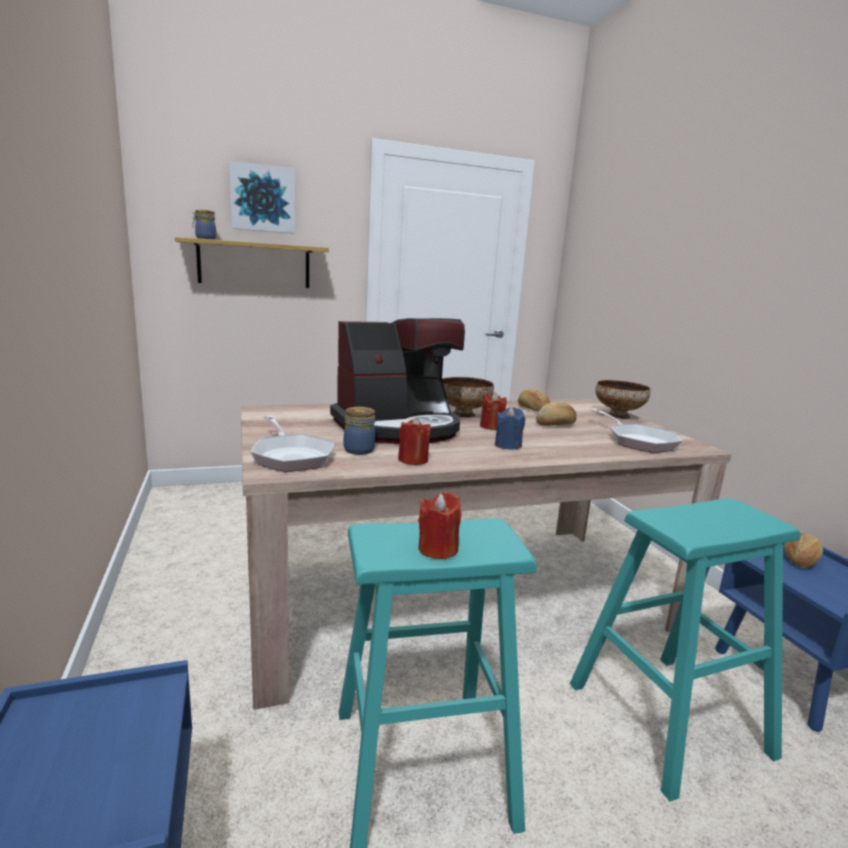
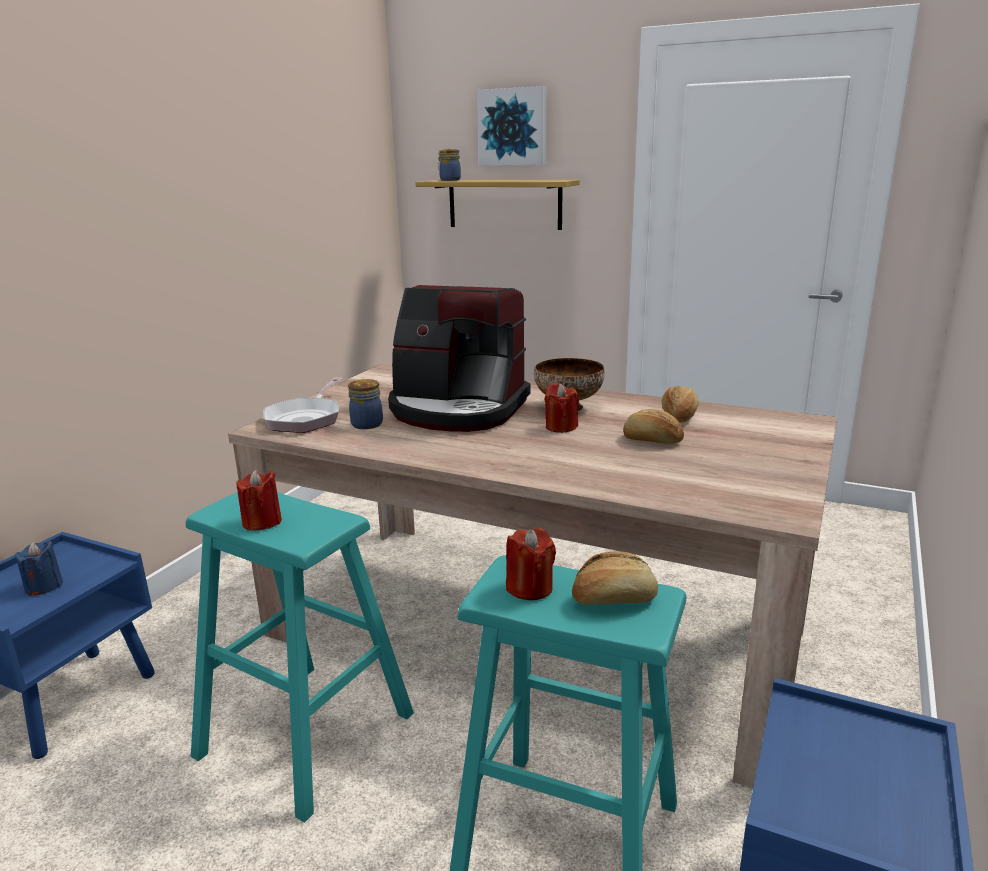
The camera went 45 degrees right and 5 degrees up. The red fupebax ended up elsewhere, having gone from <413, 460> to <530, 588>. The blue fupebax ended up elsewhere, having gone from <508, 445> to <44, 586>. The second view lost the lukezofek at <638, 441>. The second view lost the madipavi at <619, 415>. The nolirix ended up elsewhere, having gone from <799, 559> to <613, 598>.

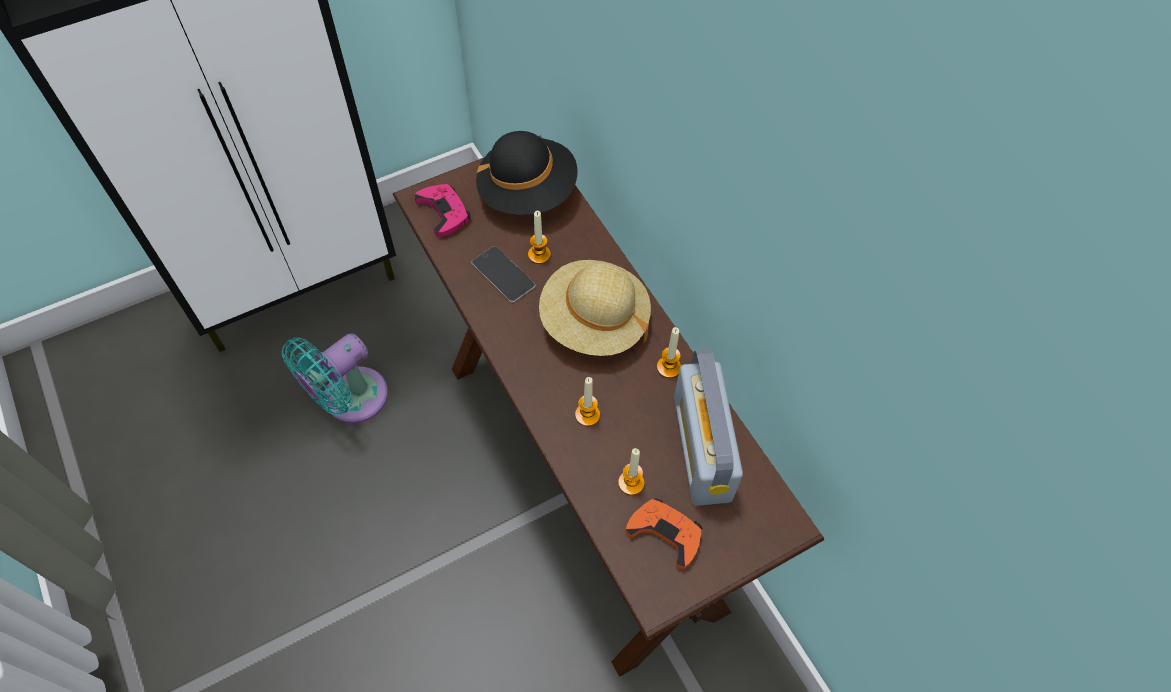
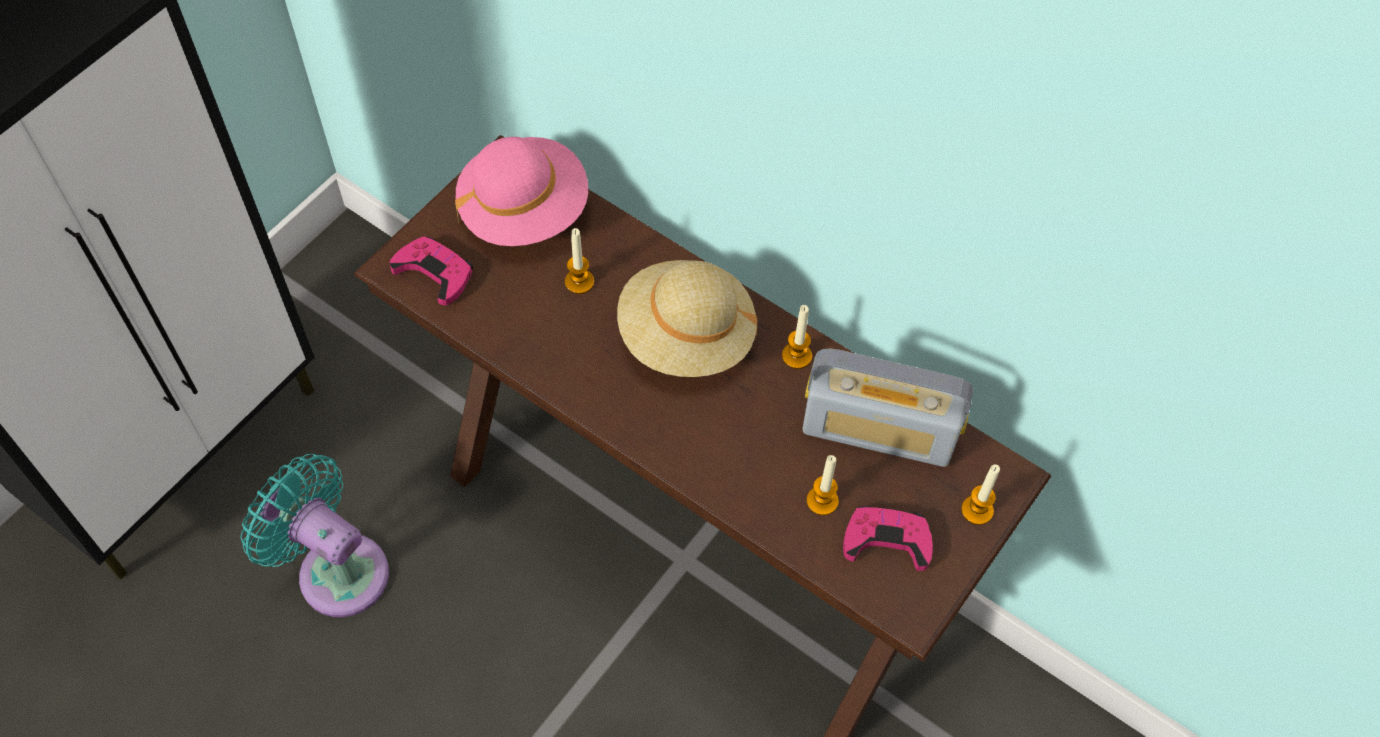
The camera went 25 degrees left and 0 degrees up. The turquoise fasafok at <350, 400> ended up facing another way, 105 degrees clockwise from before. The second view lost the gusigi at <503, 274>. What was the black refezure at <527, 192> turned into the pink refezure at <524, 211>. The fupebax ended up elsewhere, having gone from <587, 415> to <977, 510>. What was the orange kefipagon at <665, 533> turned into the pink kefipagon at <887, 540>. The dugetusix at <702, 448> ended up facing another way, 45 degrees counterclockwise from before.

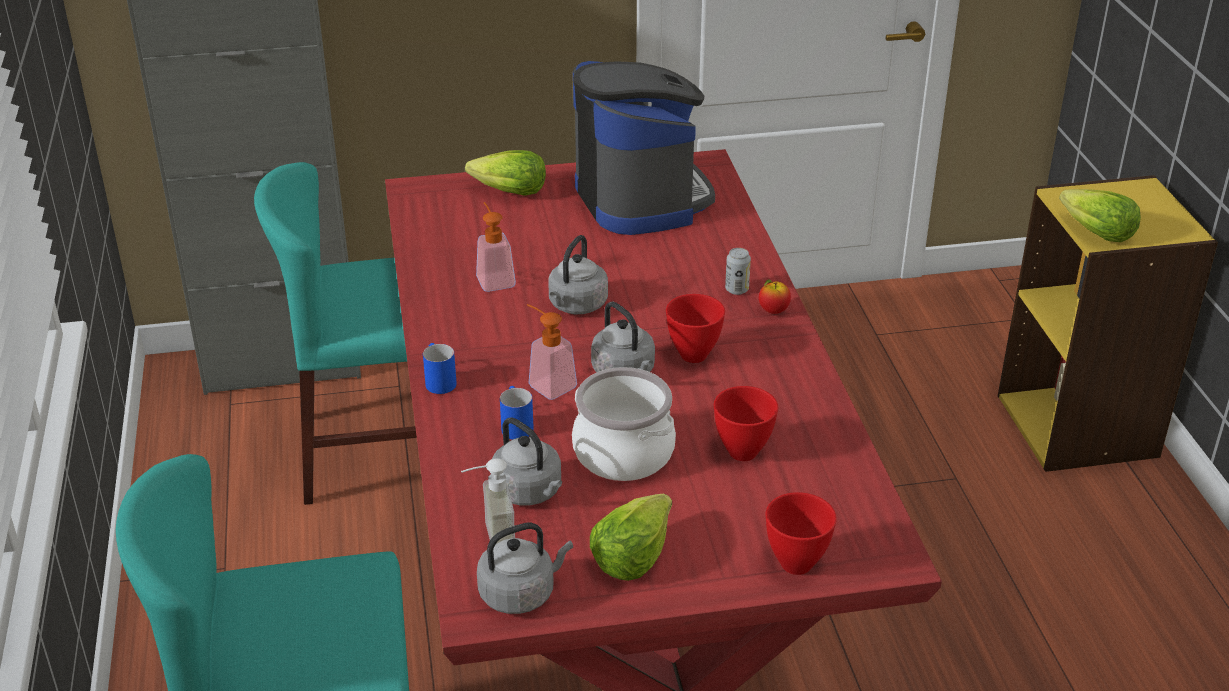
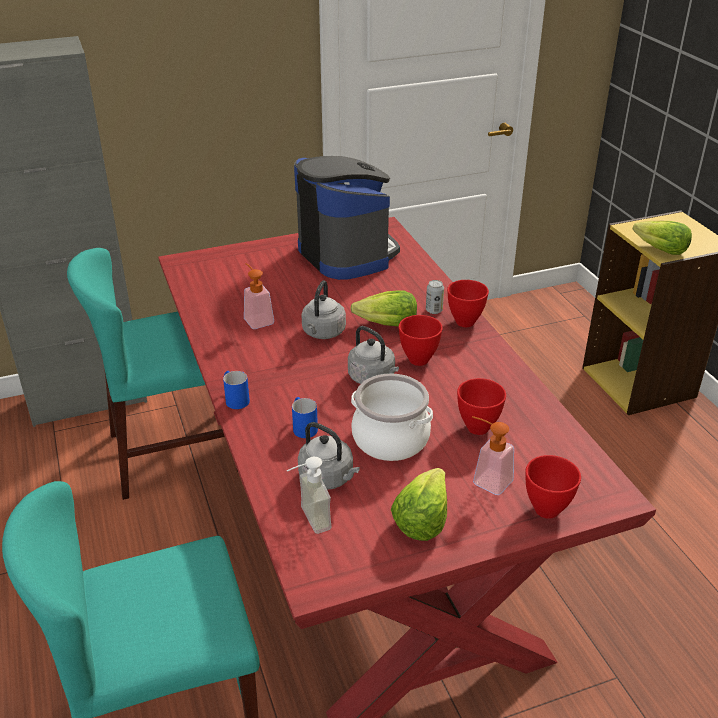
The camera went 10 degrees left and 0 degrees up. The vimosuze ended up elsewhere, having gone from <509, 192> to <387, 324>. The second view lost the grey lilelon at <521, 593>. The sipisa ended up elsewhere, having gone from <547, 383> to <486, 479>. Where the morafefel stood at <773, 311>, the red madipavi came to stand at <464, 323>.

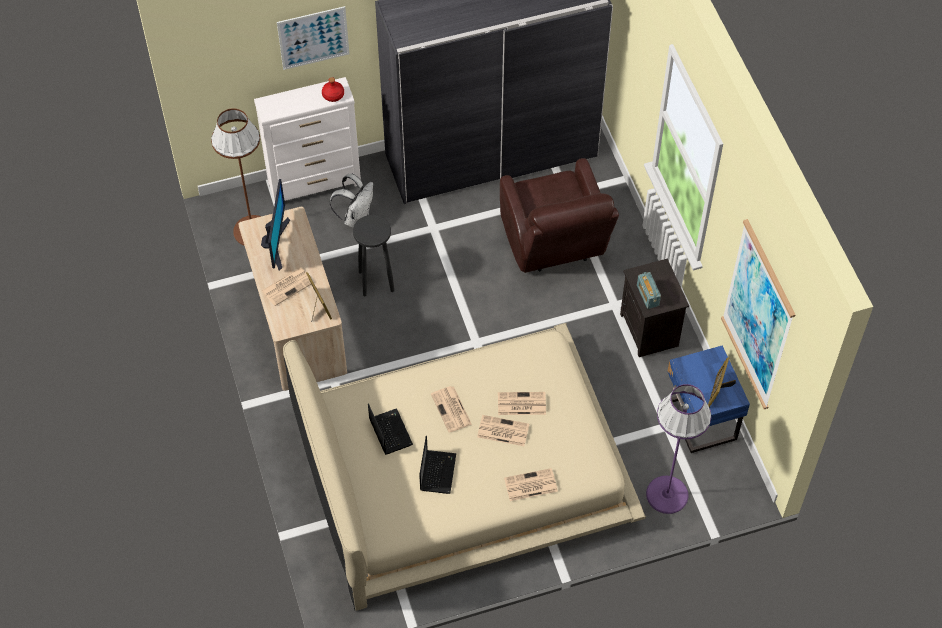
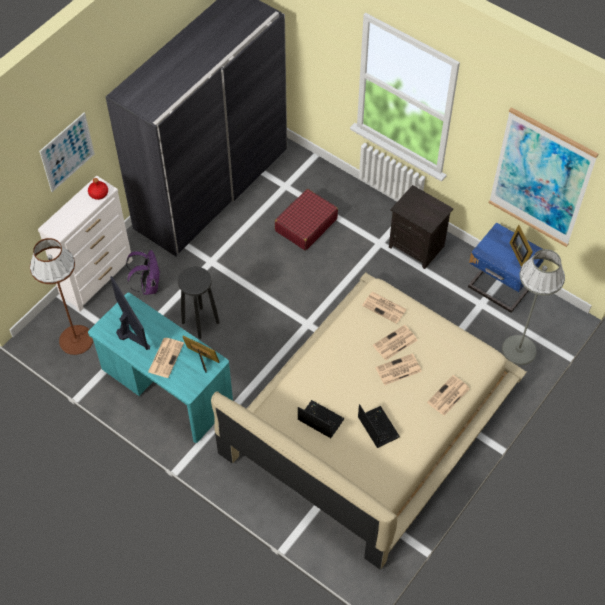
The camera went 35 degrees left and 0 degrees up. What was the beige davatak at <296, 323> turned into the turquoise davatak at <166, 388>. What was the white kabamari at <356, 217> turned into the purple kabamari at <148, 285>. The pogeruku ended up elsewhere, having gone from <451, 410> to <385, 307>. Where the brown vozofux stood at <554, 244>, the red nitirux came to stand at <306, 225>. The second view lost the dugetusix at <647, 295>. What was the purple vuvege at <667, 494> turned into the grey vuvege at <519, 350>.

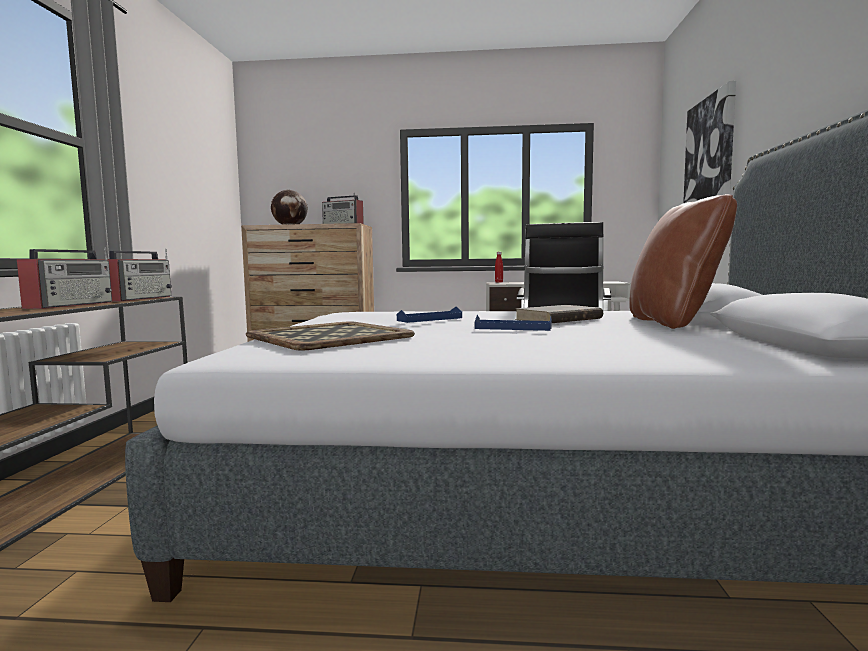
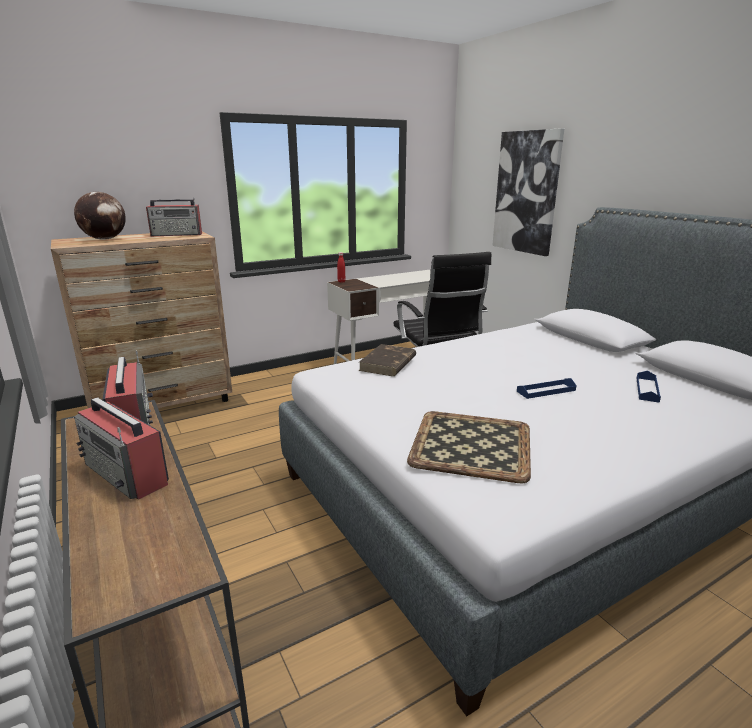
The camera went 35 degrees left and 15 degrees up. The dugetusix at <71, 305> ended up facing another way, 150 degrees clockwise from before. The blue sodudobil ended up elsewhere, having gone from <430, 319> to <647, 389>. The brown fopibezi ended up elsewhere, having gone from <558, 319> to <388, 364>. The second view lost the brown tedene at <673, 323>.

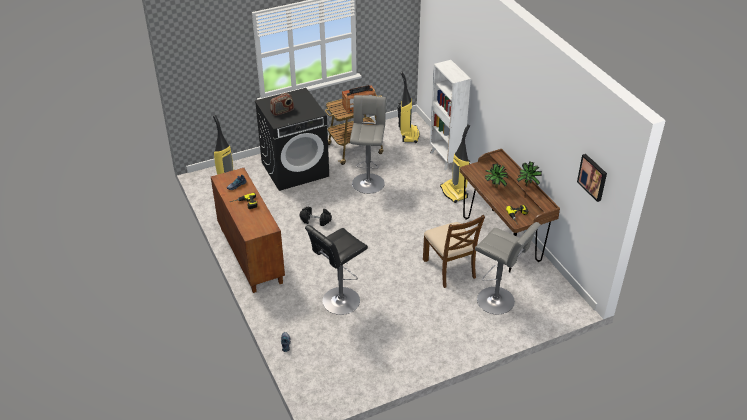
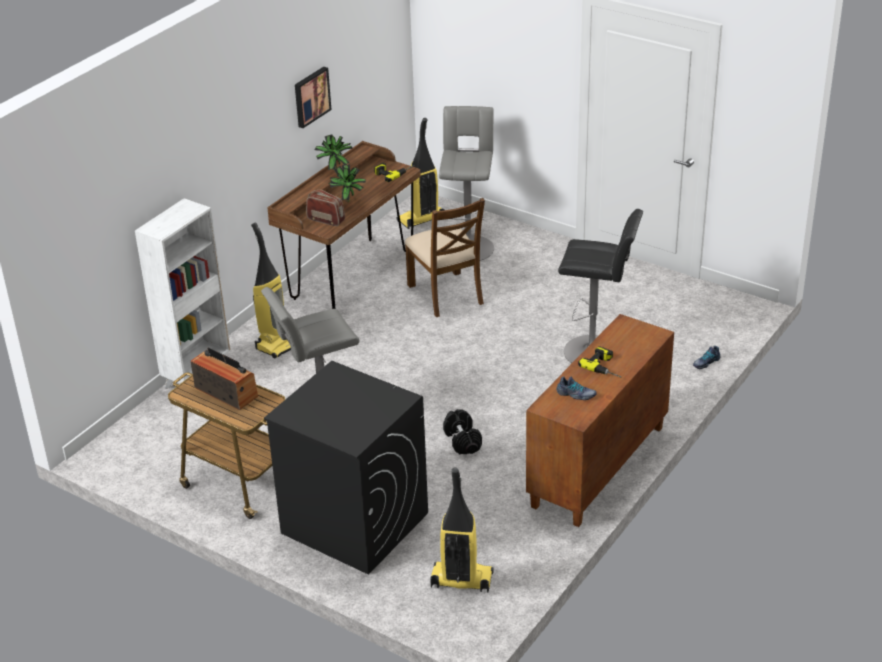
The camera went 120 degrees left and 5 degrees down. The dugetusix ended up elsewhere, having gone from <282, 111> to <326, 220>. The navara ended up elsewhere, having gone from <409, 135> to <421, 220>. The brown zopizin at <450, 268> ended up facing another way, 120 degrees clockwise from before. The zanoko ended up elsewhere, having gone from <593, 177> to <311, 96>.

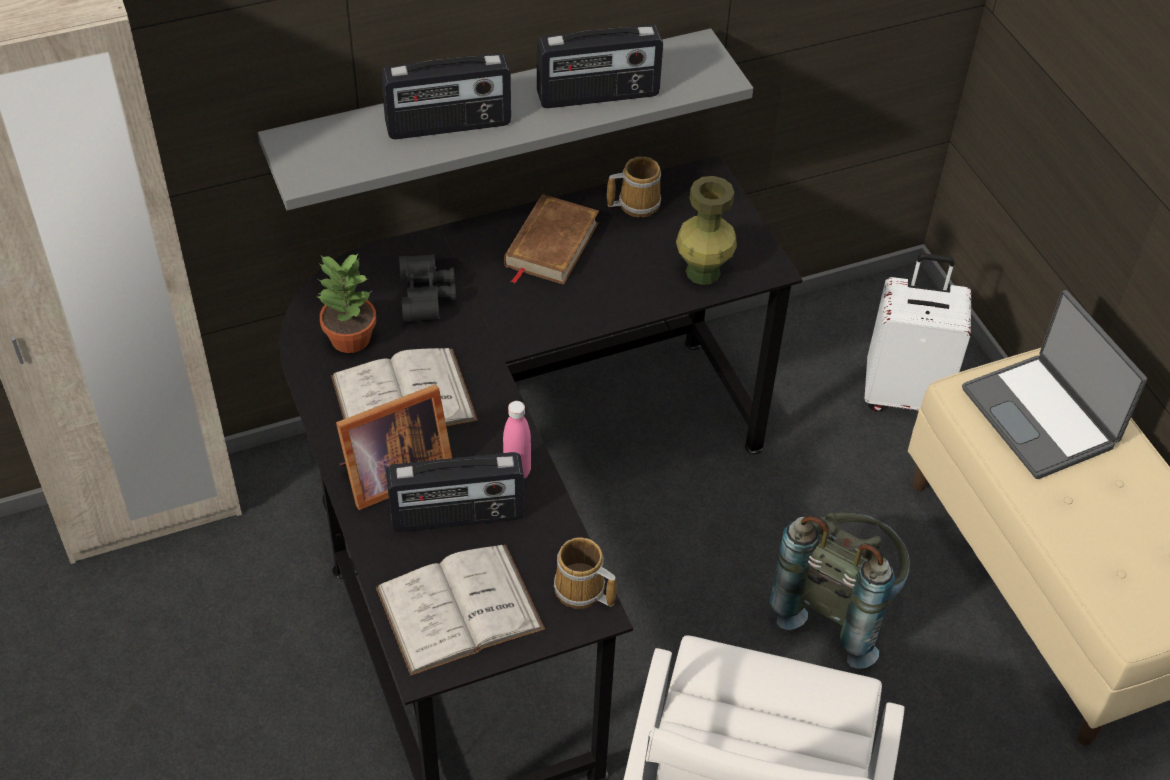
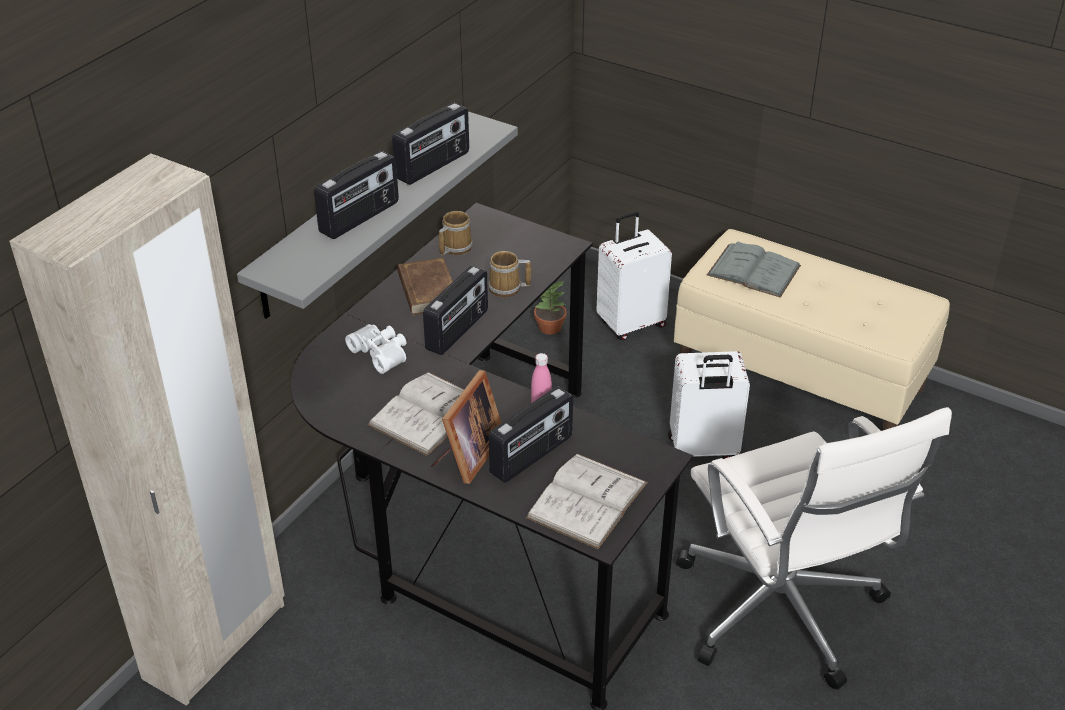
The camera went 35 degrees left and 10 degrees down. The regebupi ended up elsewhere, having gone from <349, 338> to <549, 327>. What was the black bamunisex at <428, 296> turned into the white bamunisex at <381, 353>. The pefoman ended up elsewhere, having gone from <581, 591> to <507, 288>. The second view lost the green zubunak at <703, 272>. Where the grey kabamari stood at <837, 607>, the white nitirux came to stand at <702, 450>. Where the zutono stood at <1041, 417>, the grey fopibezi came to stand at <753, 270>. The second view gained the dugetusix at <458, 330>.

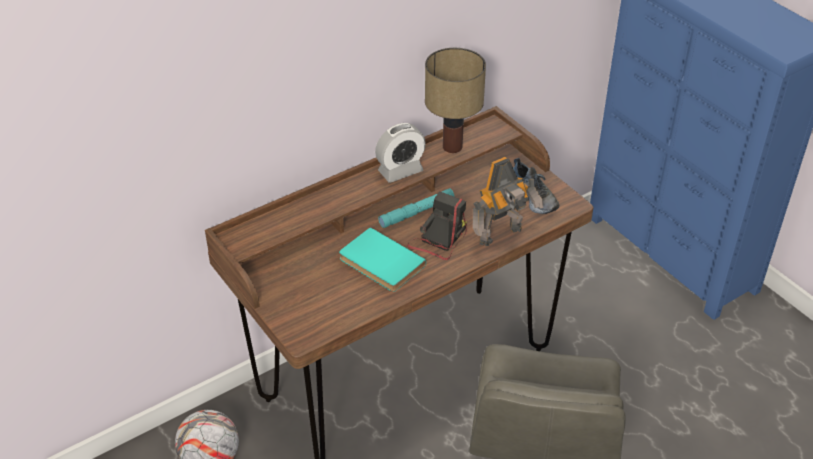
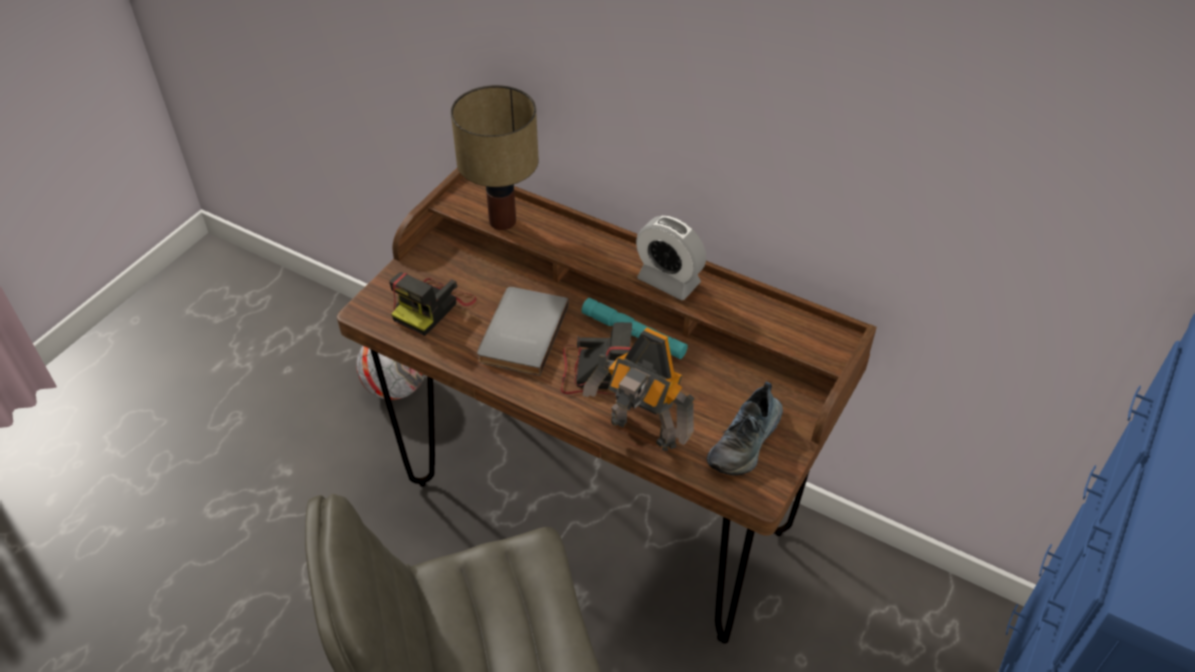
The camera went 65 degrees right and 5 degrees up. What was the turquoise fopibezi at <380, 263> turned into the grey fopibezi at <520, 333>. The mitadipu ended up elsewhere, having gone from <453, 146> to <504, 221>. The second view gained the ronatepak at <433, 307>.

